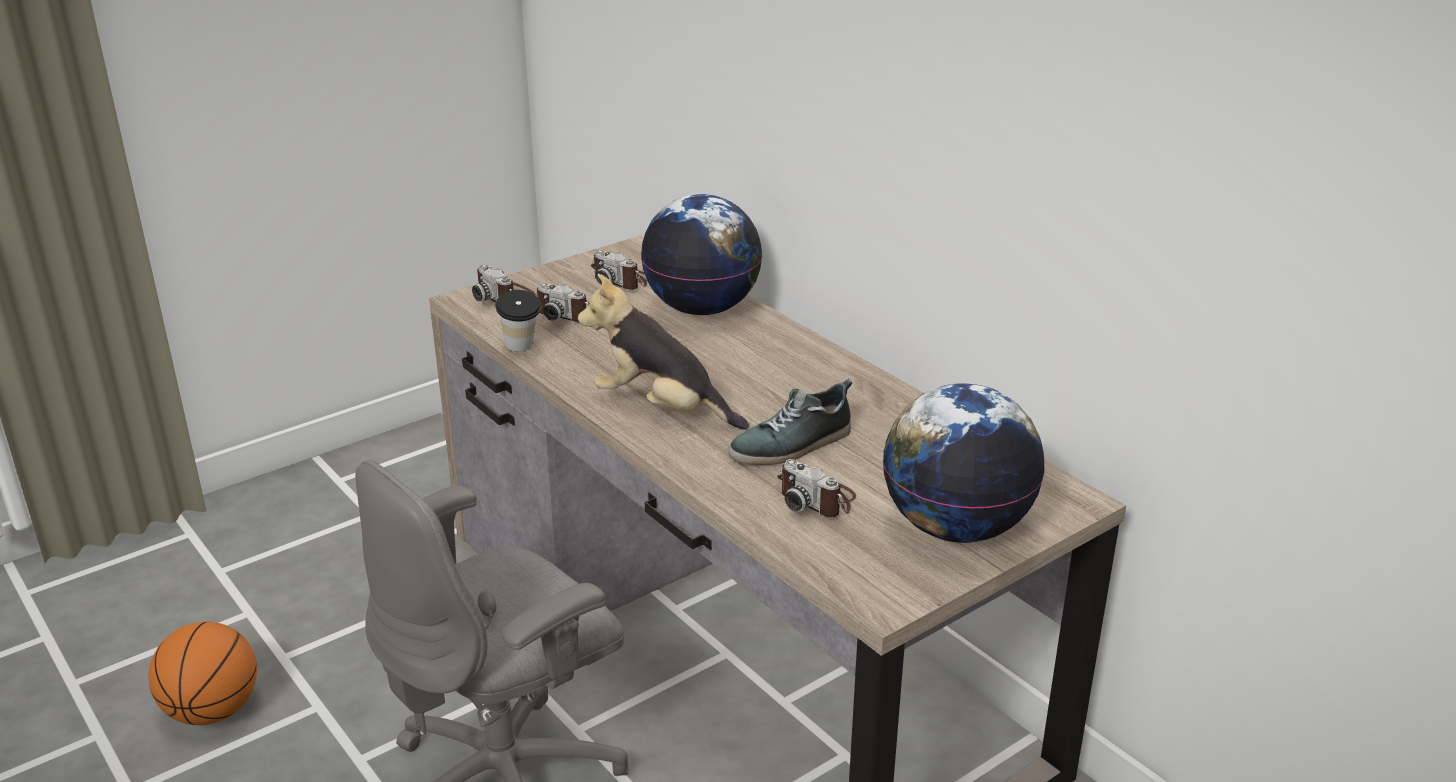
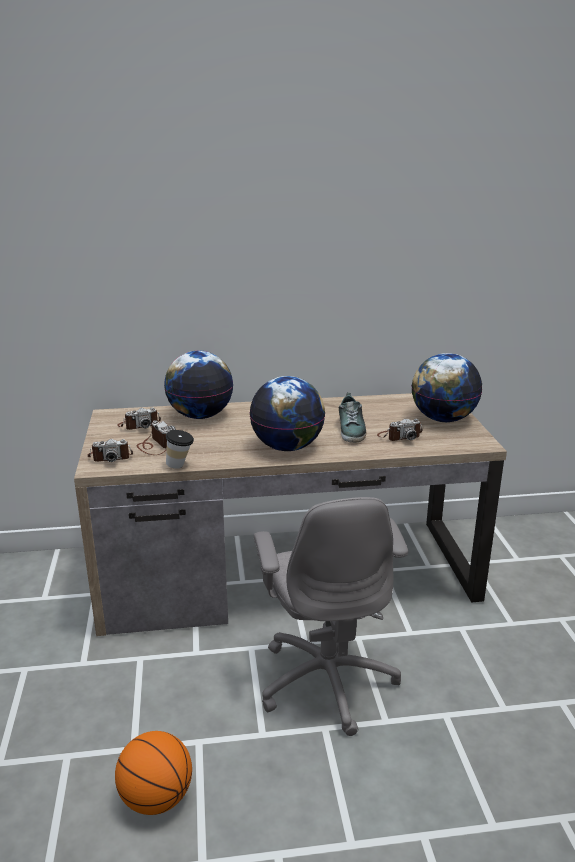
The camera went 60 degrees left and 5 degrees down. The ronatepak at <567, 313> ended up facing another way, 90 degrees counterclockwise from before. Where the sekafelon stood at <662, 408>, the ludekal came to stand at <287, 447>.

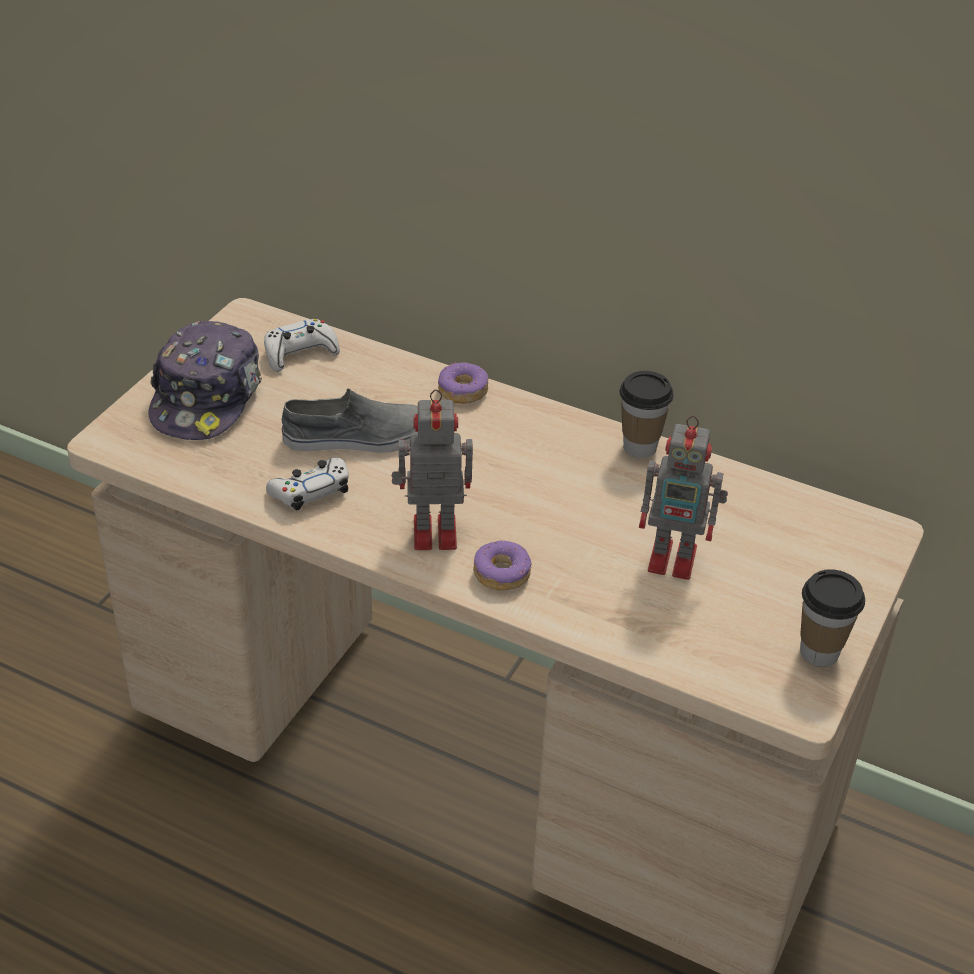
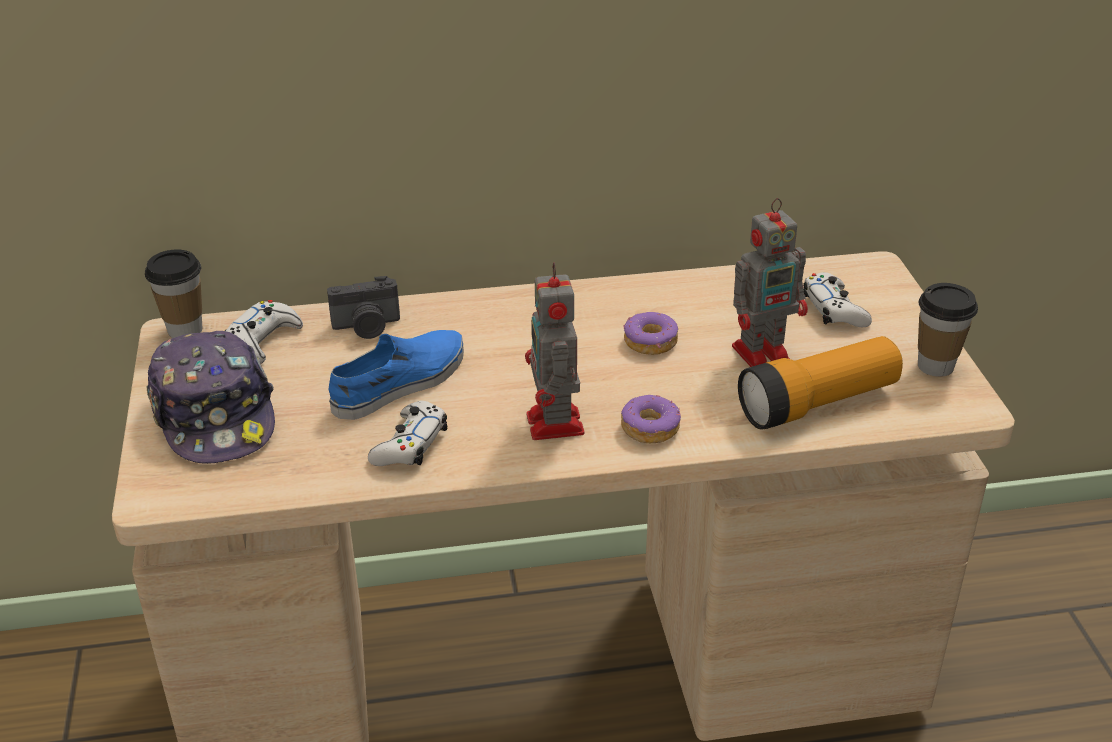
The camera went 35 degrees left and 5 degrees down. What was the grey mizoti at <358, 437> turned into the blue mizoti at <401, 383>. The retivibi at <431, 532> ended up facing another way, 60 degrees counterclockwise from before. The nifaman ended up elsewhere, having gone from <462, 391> to <650, 342>. The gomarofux ended up elsewhere, having gone from <639, 447> to <185, 330>. The second view gained the ronatepak at <367, 327>. The second view gained the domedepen at <818, 404>. The second view gained the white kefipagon at <834, 310>.

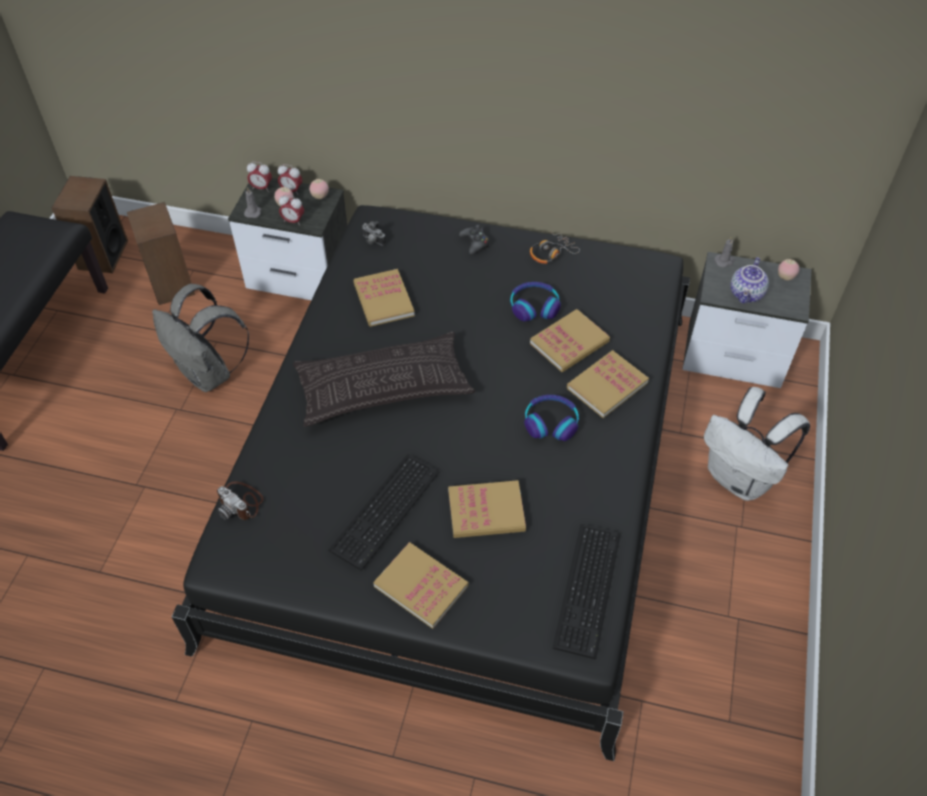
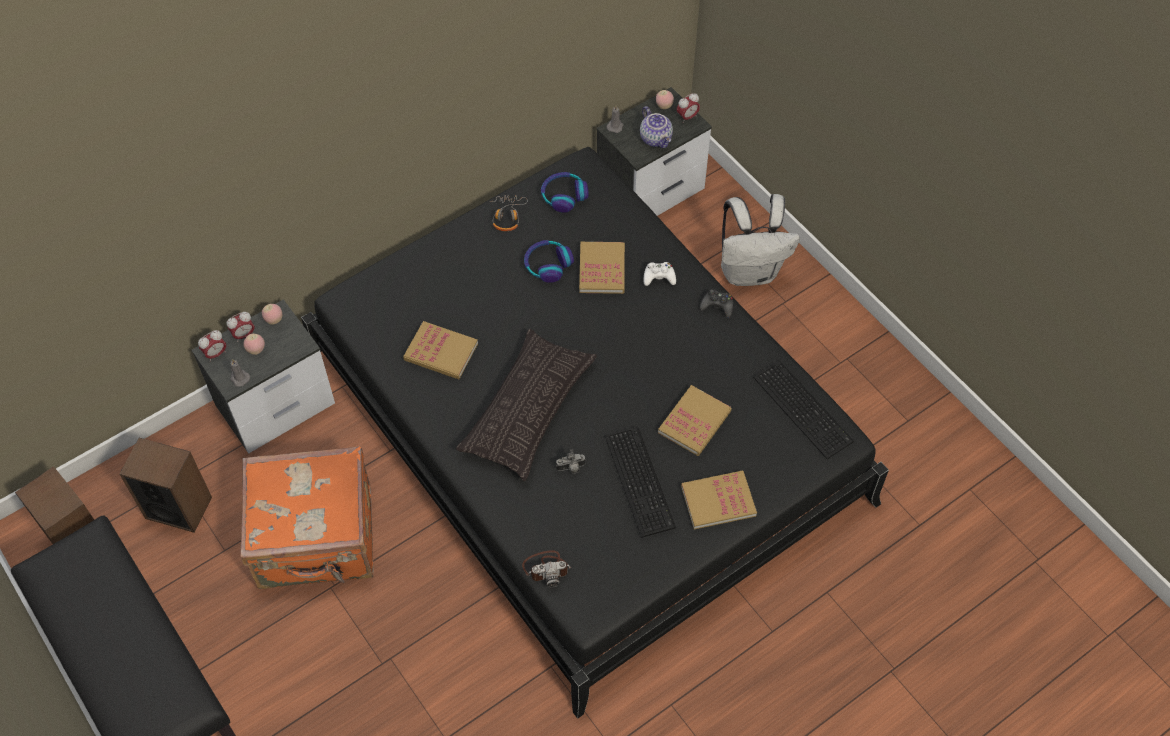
The camera went 50 degrees left and 5 degrees up. Where the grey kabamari stood at <209, 374>, the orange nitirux came to stand at <317, 540>. The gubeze ended up elsewhere, having gone from <293, 221> to <687, 117>. The ronatepak ended up elsewhere, having gone from <372, 241> to <571, 468>. The black kefipagon ended up elsewhere, having gone from <475, 243> to <717, 306>. The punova ended up elsewhere, having gone from <551, 422> to <563, 195>. Where the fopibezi stood at <607, 386>, the white kefipagon came to stand at <659, 277>.

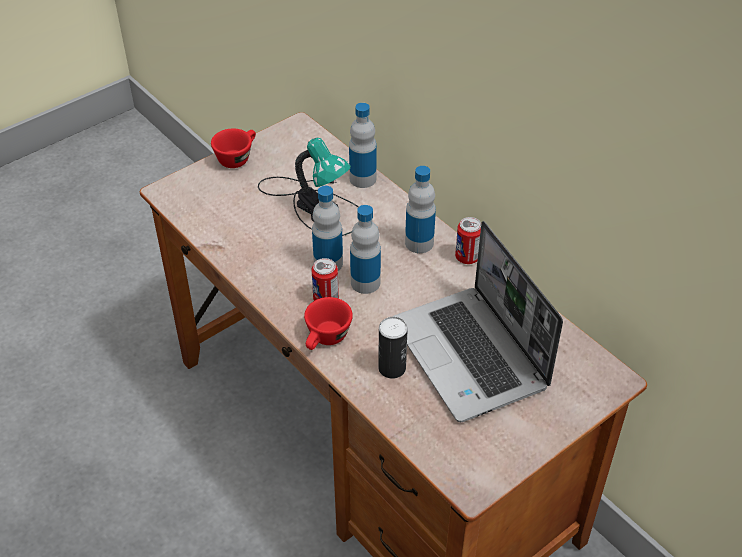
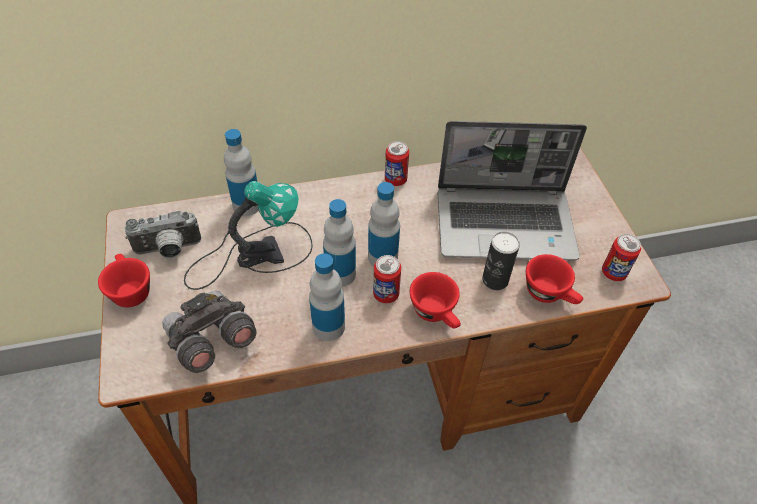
The camera went 65 degrees left and 5 degrees up. The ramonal ended up elsewhere, having gone from <419, 243> to <328, 326>. The second view gained the ronatepak at <168, 250>. The second view gained the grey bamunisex at <211, 341>. The second view gained the red gomarofux at <550, 294>. The second view gained the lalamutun at <613, 273>.

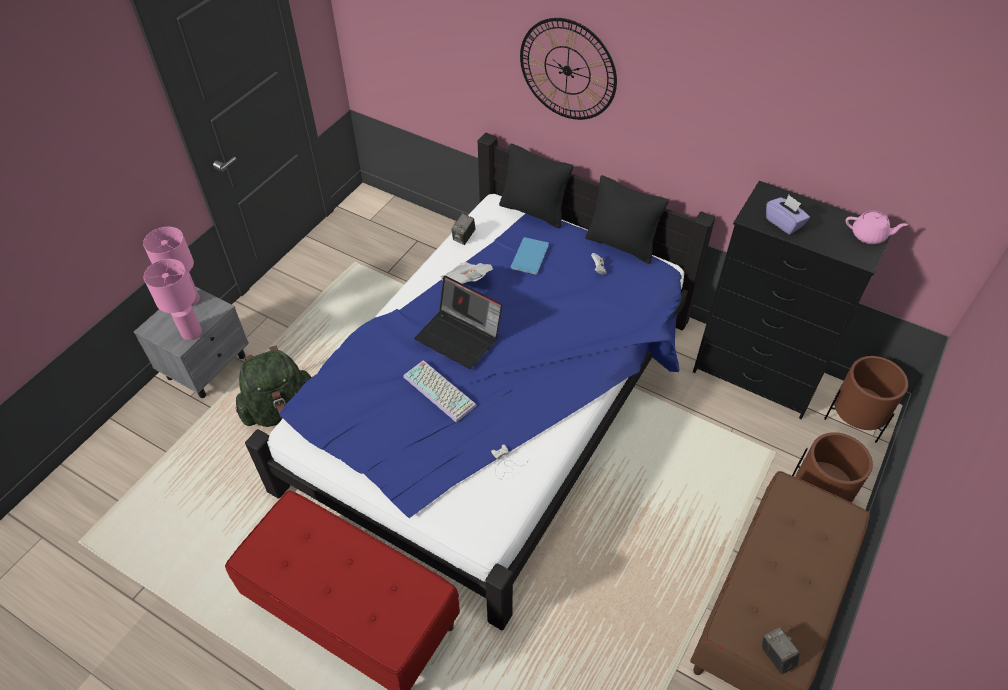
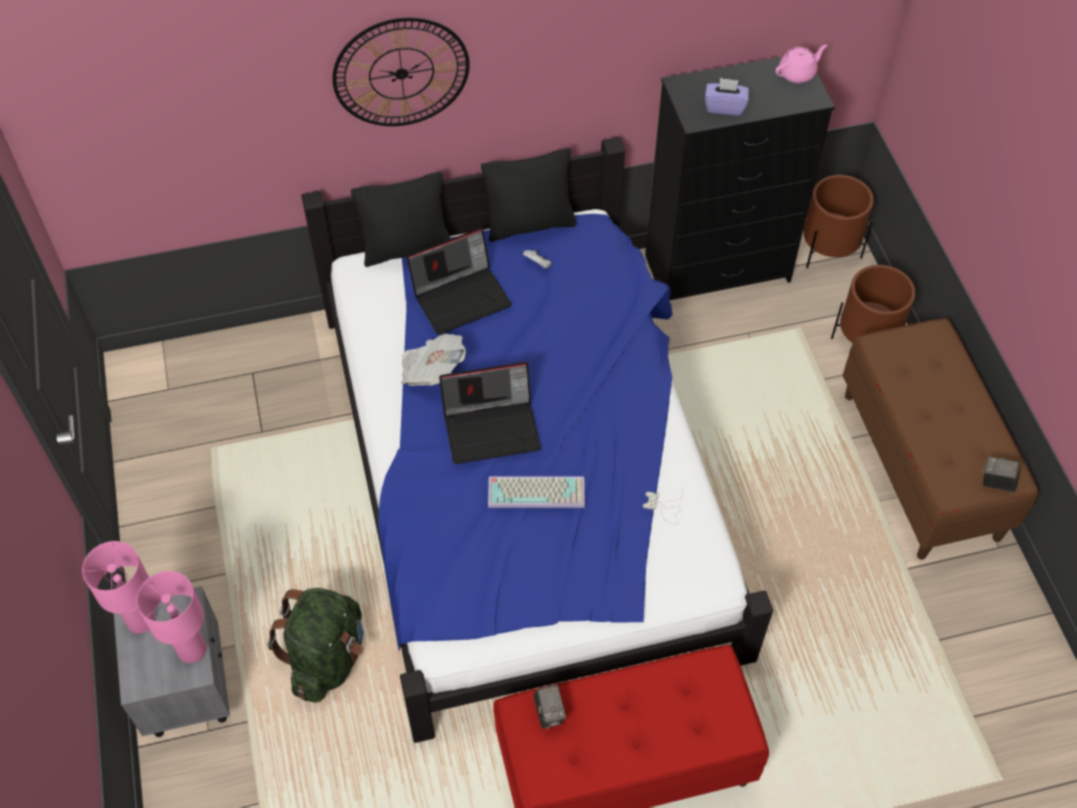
The camera went 45 degrees left and 5 degrees up. The ronatepak ended up elsewhere, having gone from <464, 238> to <549, 713>. Where the blue fopibezi stood at <531, 256>, the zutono came to stand at <462, 297>.

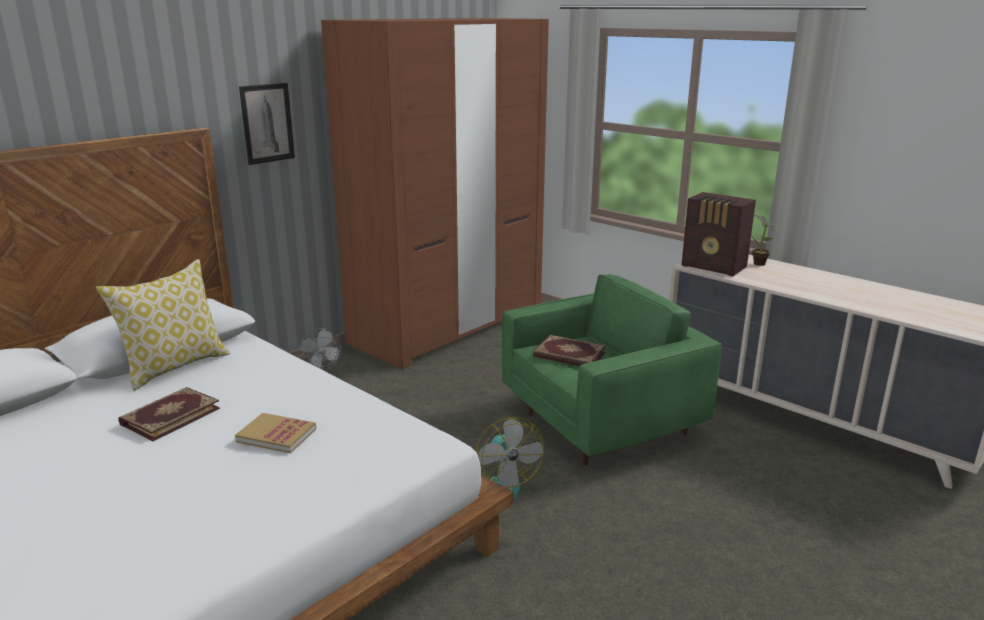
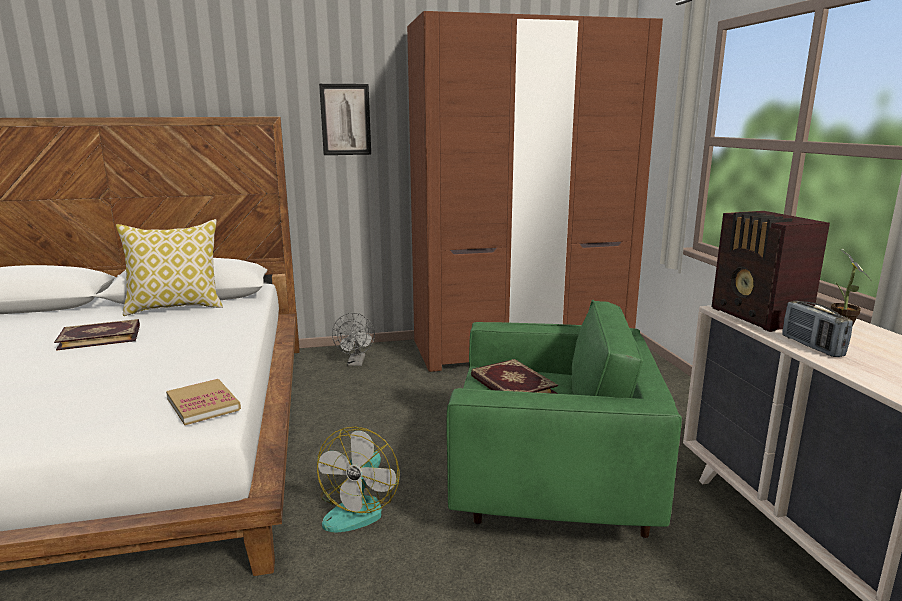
The camera went 35 degrees right and 5 degrees down. The fopibezi ended up elsewhere, having gone from <276, 435> to <203, 404>. The second view gained the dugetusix at <812, 346>.

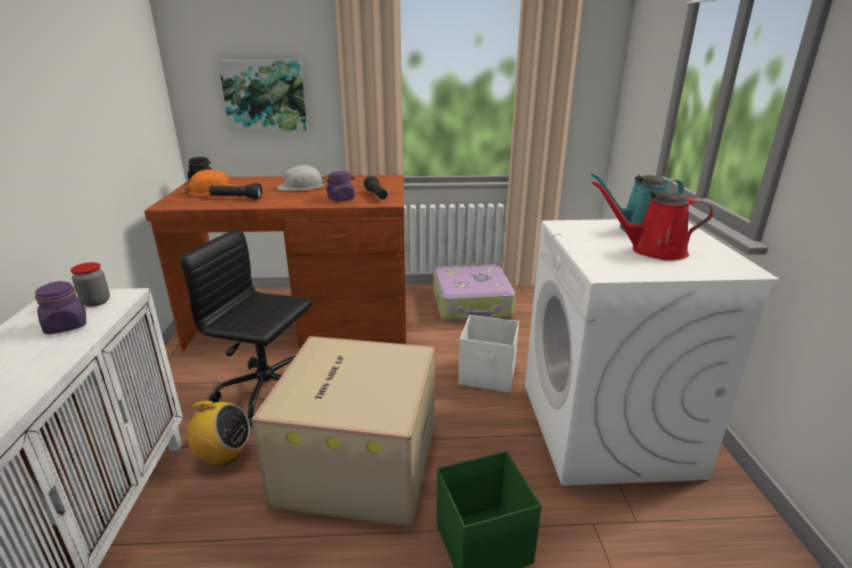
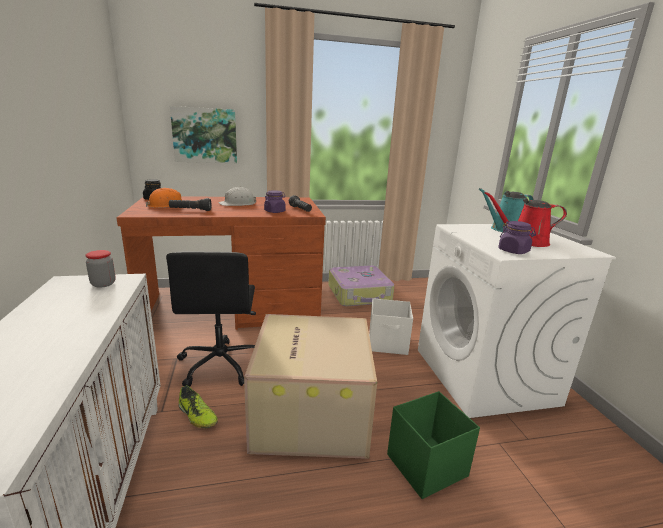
The camera went 10 degrees left and 5 degrees down. The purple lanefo ended up elsewhere, having gone from <66, 326> to <513, 251>. Where the dugetusix stood at <223, 455>, the mizoti came to stand at <197, 416>. The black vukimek at <268, 392> ended up facing another way, 105 degrees counterclockwise from before.

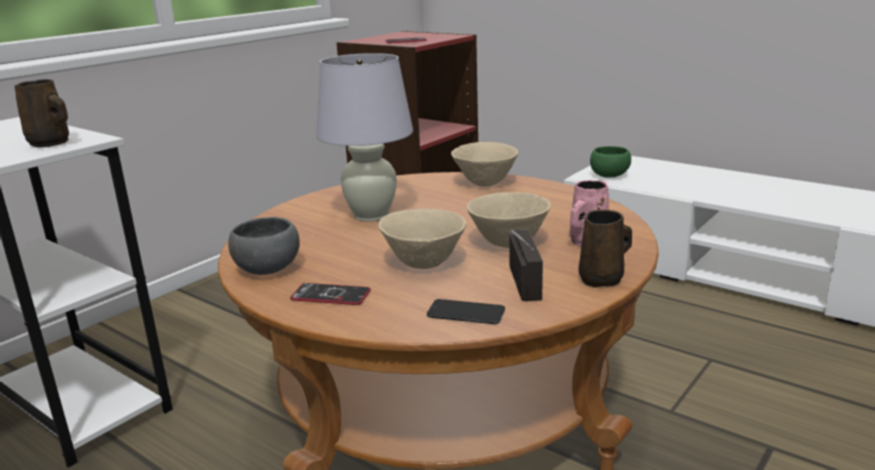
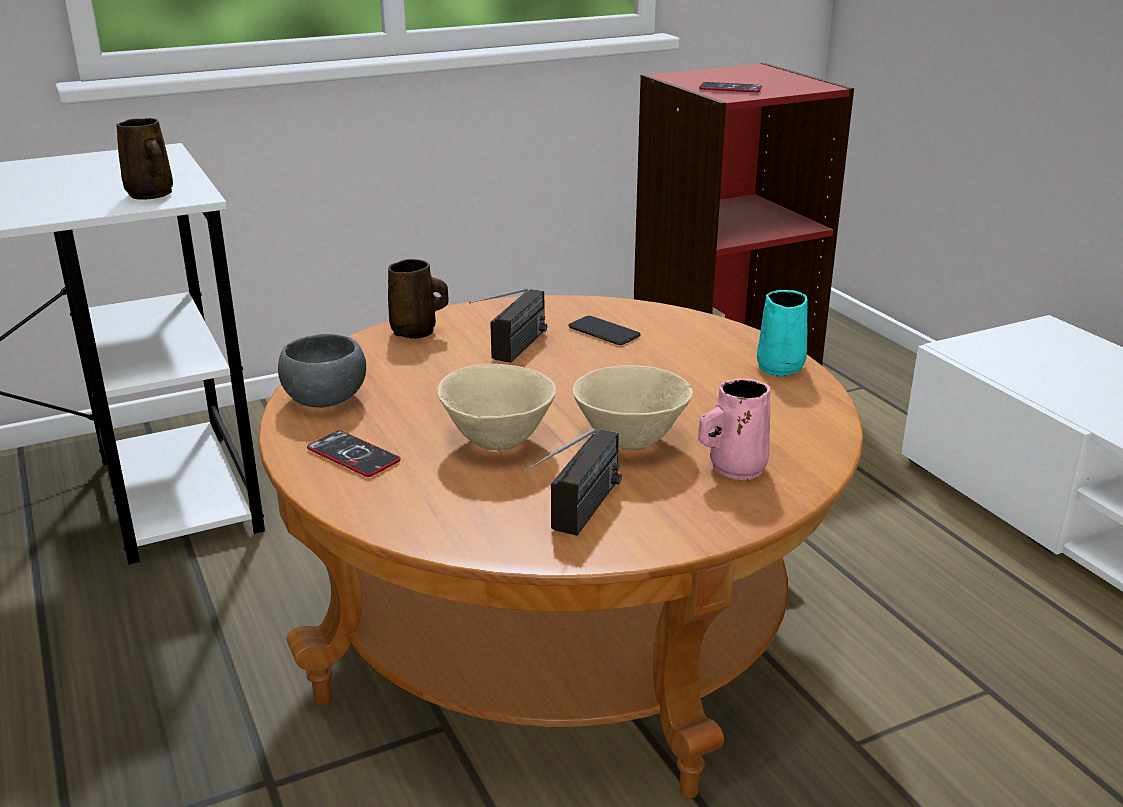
The camera went 25 degrees right and 5 degrees up. Where the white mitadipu stood at <371, 216>, the dugetusix came to stand at <511, 354>. The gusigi ended up elsewhere, having gone from <466, 313> to <604, 332>. The second view lost the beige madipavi at <485, 183>. The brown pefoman ended up elsewhere, having gone from <603, 279> to <416, 332>. The second view lost the green madipavi at <610, 175>. The second view gained the turquoise pefoman at <781, 366>.

